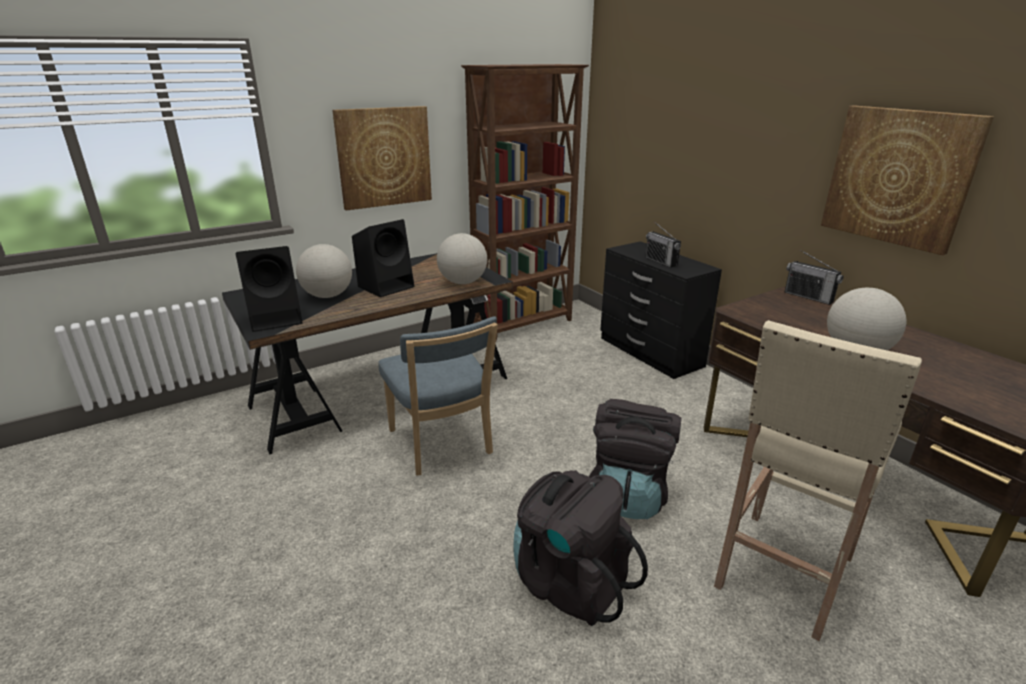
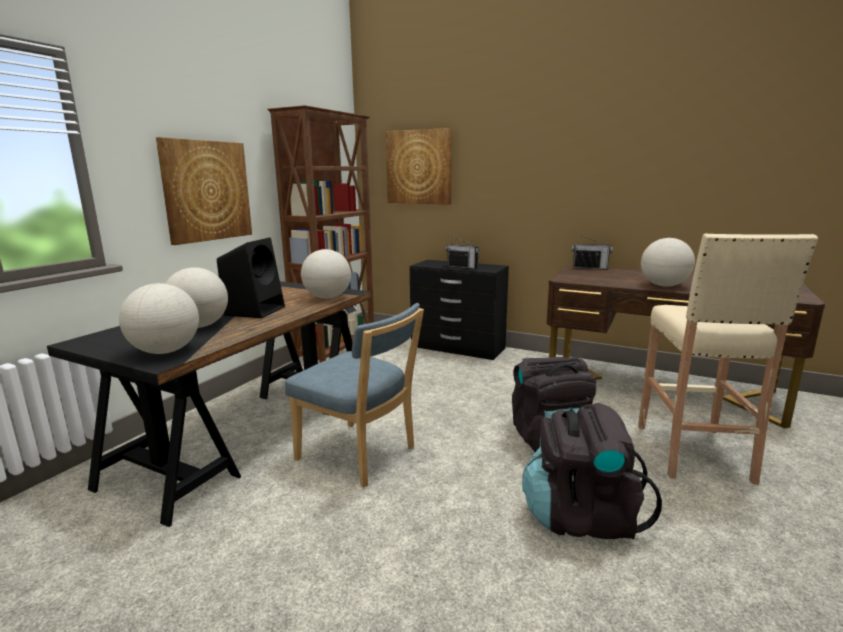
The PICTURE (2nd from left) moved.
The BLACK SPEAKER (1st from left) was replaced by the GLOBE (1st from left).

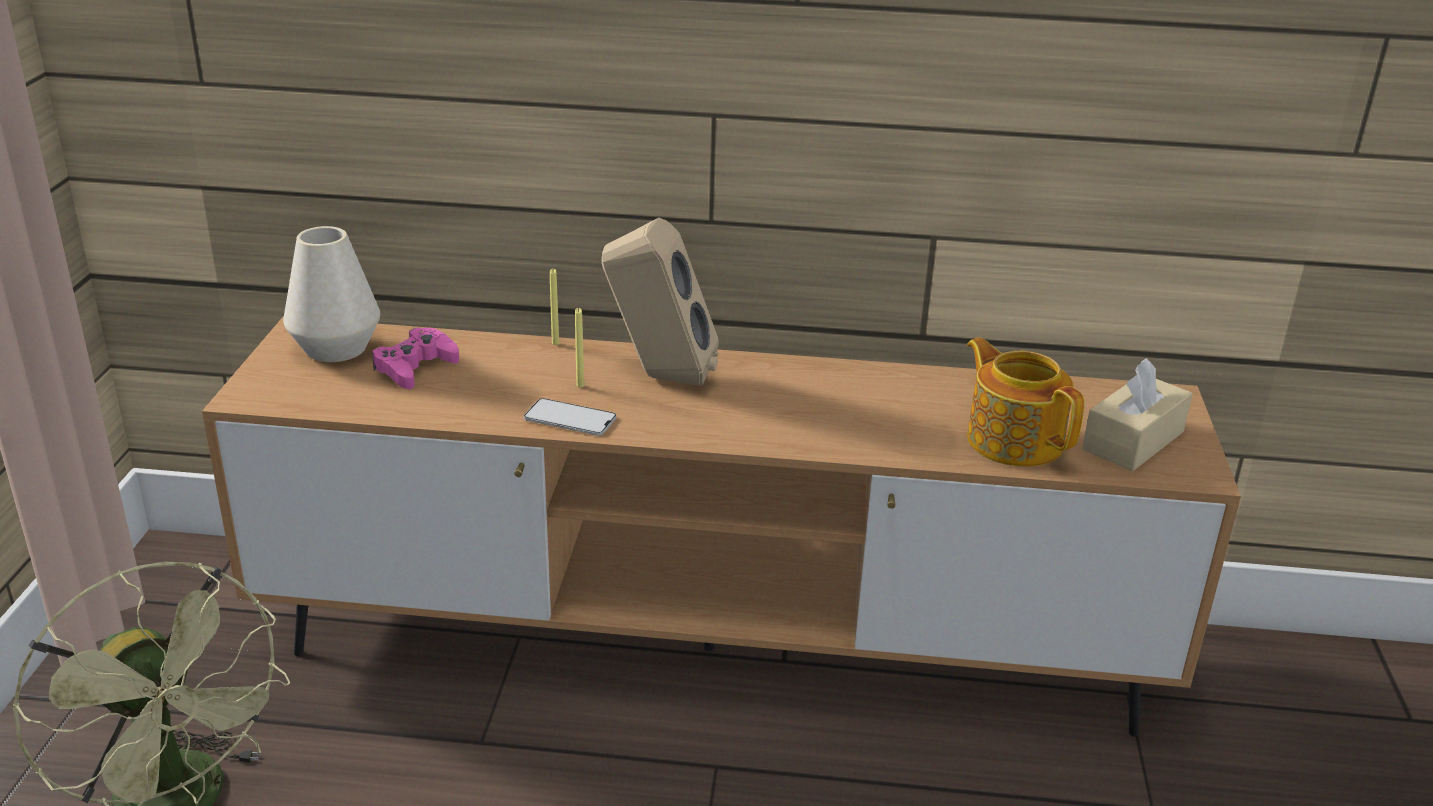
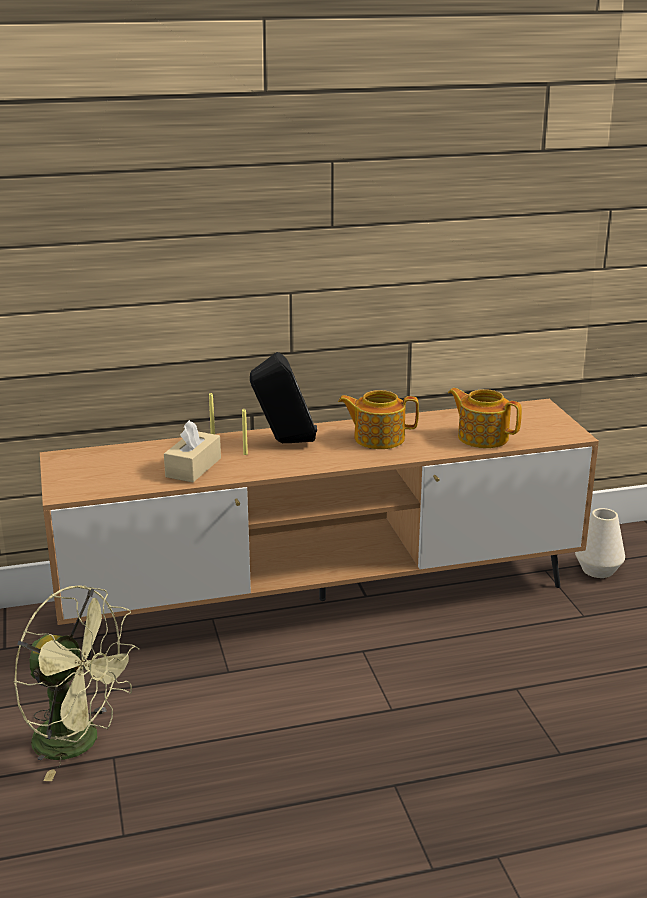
The PINK GAME CONTROLLER disappeared.
The PHONE disappeared.
The TEAPOT (1st from left) appeared.
The WHITE VASE moved.
The BEIGE TISSUE BOX moved.
The BEIGE SPEAKER became the BLACK SPEAKER.

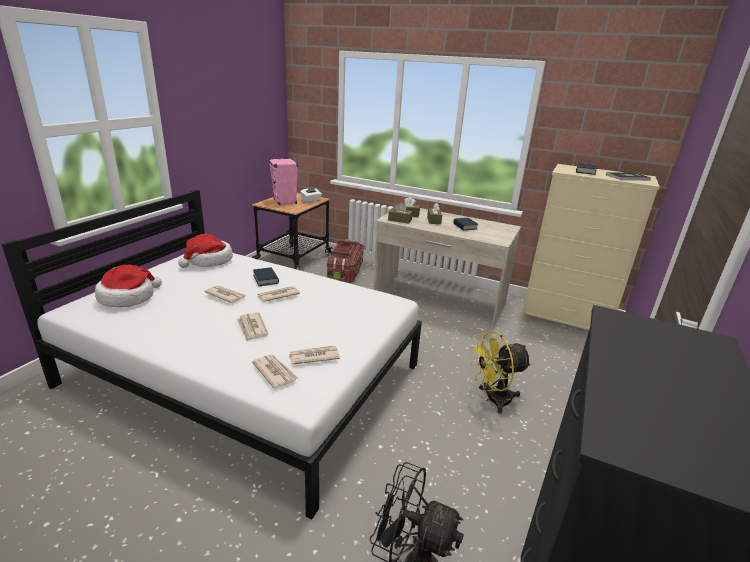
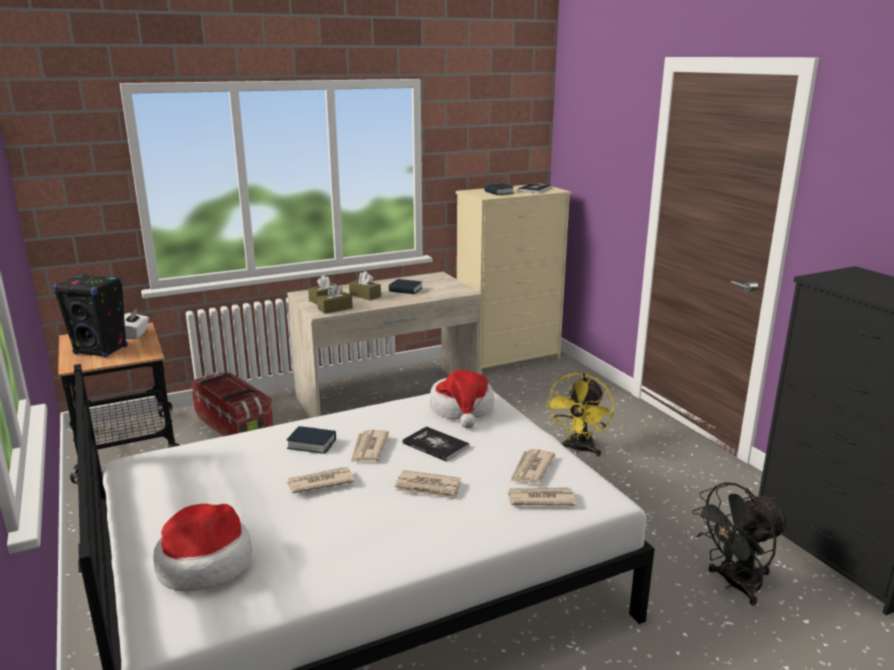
The BOOK (3rd from left) appeared.
The HAT (2nd from left) moved.
The PINK SPEAKER became the BLACK SPEAKER.

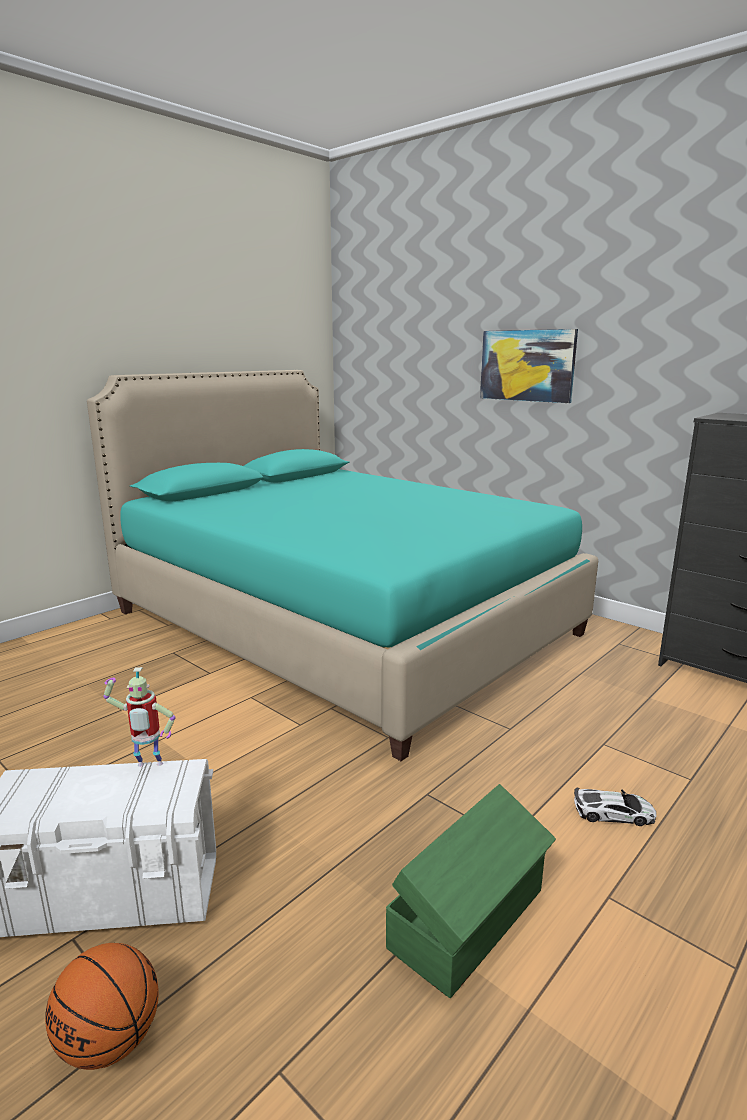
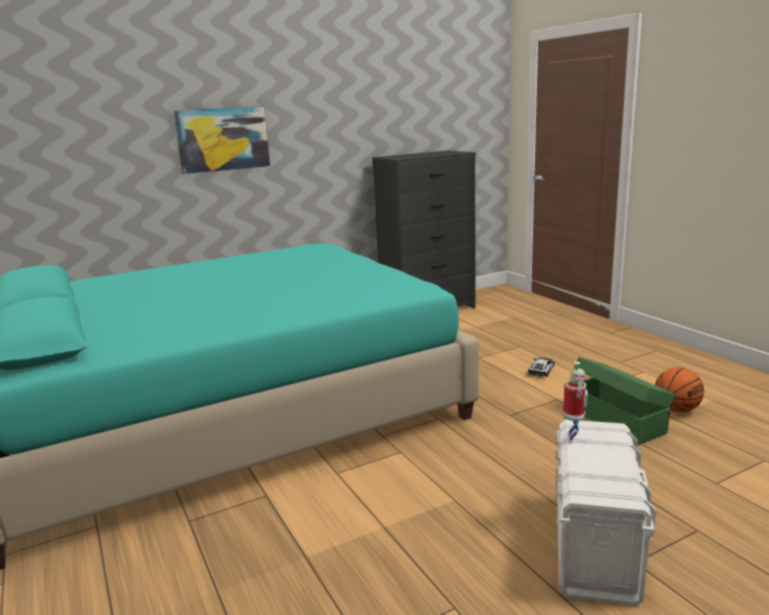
The BASKETBALL moved.

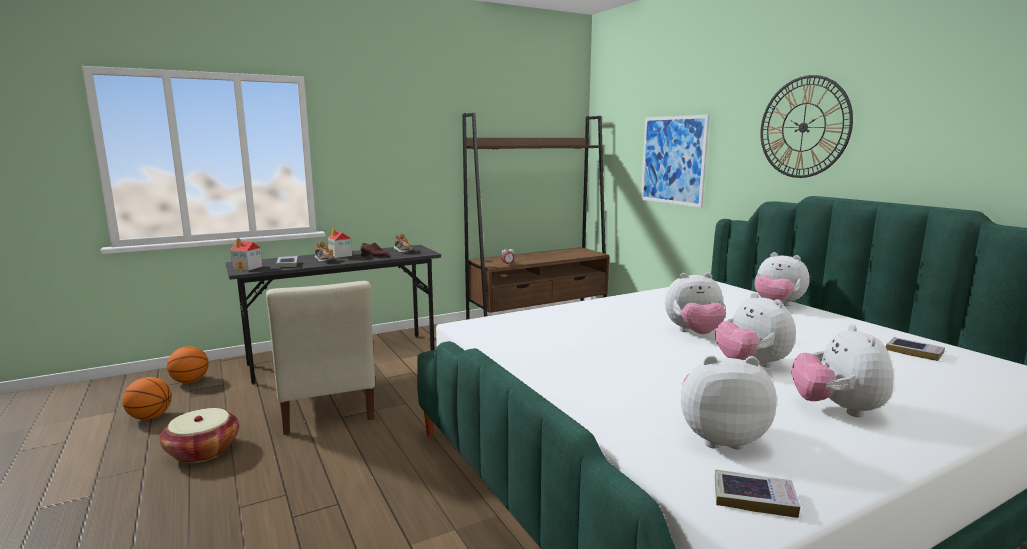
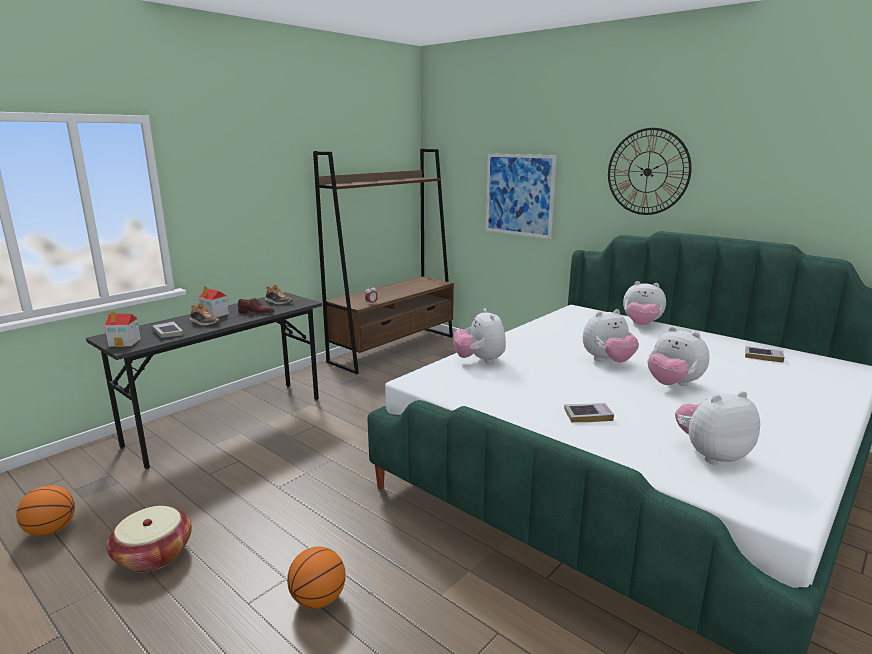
The BEIGE CHAIR disappeared.
The BASKETBALL (2nd from left) moved.
The BOOK (2nd from left) moved.
The PLUSH TOY (5th from left in the first image) moved.

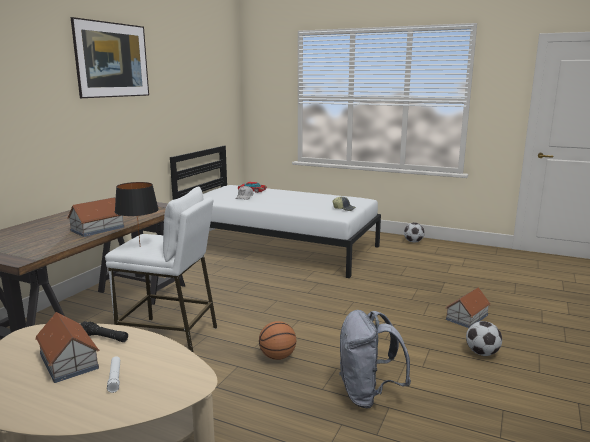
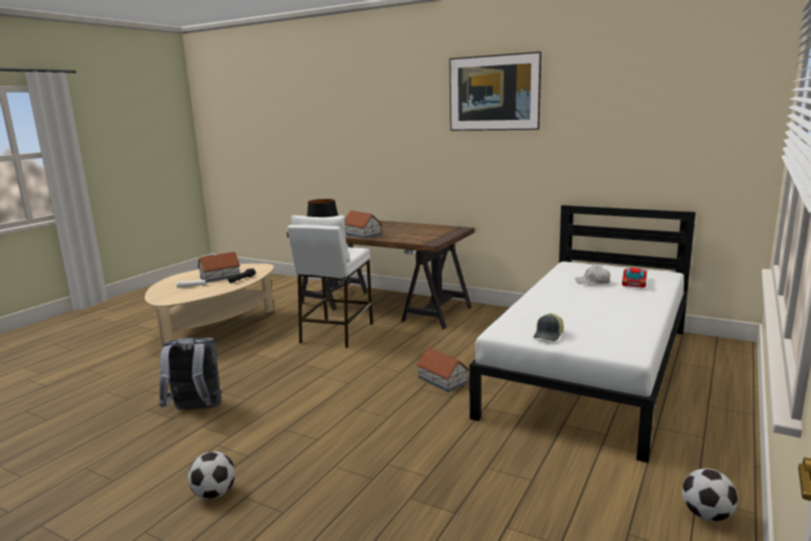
The BASKETBALL disappeared.
The TOY HOUSE (3rd from left) moved.

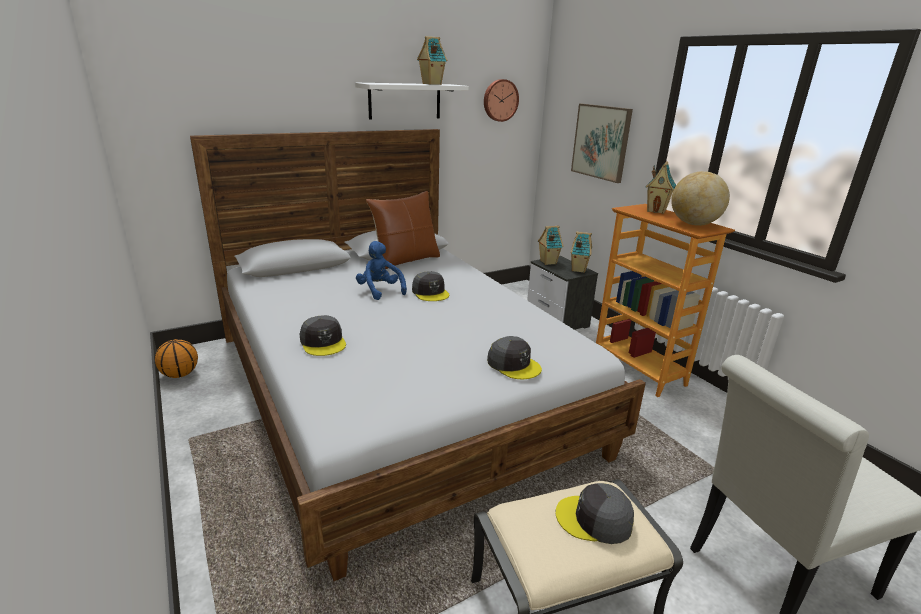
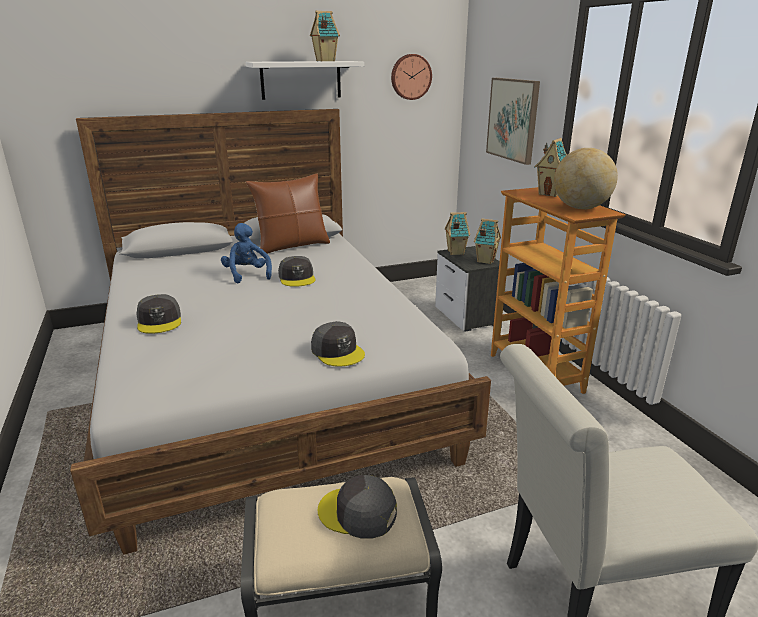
The BASKETBALL disappeared.

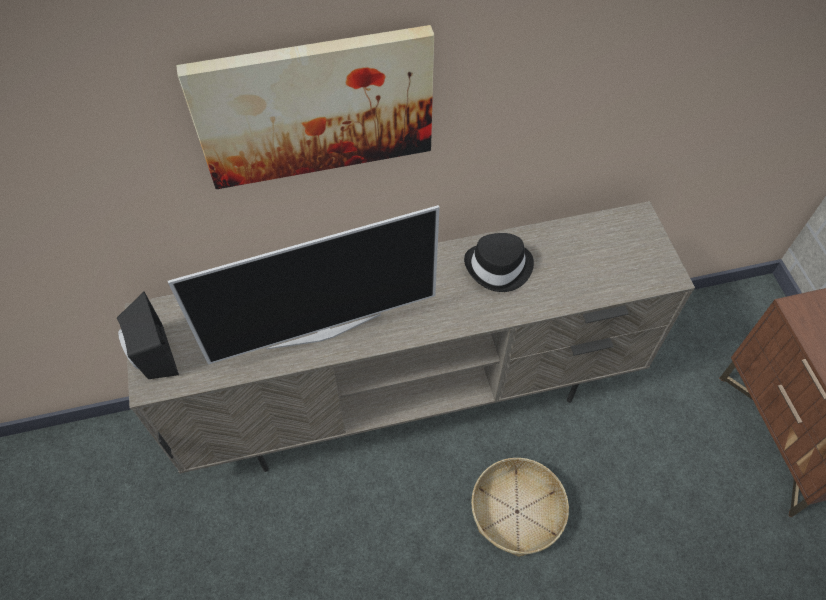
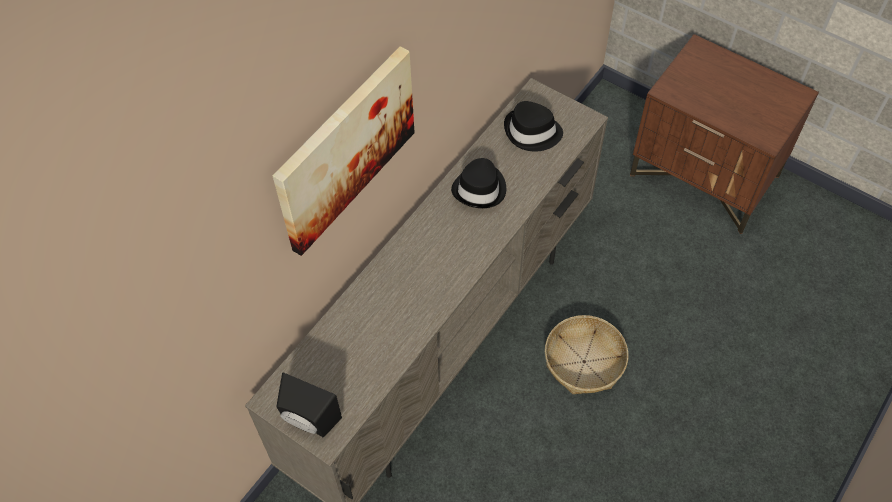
The TELEVISION disappeared.
The BLACK HAT (2nd from left) appeared.

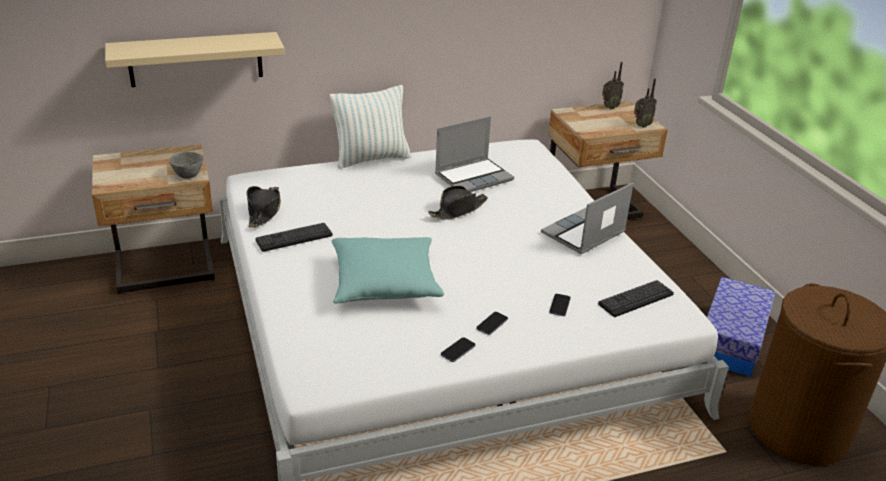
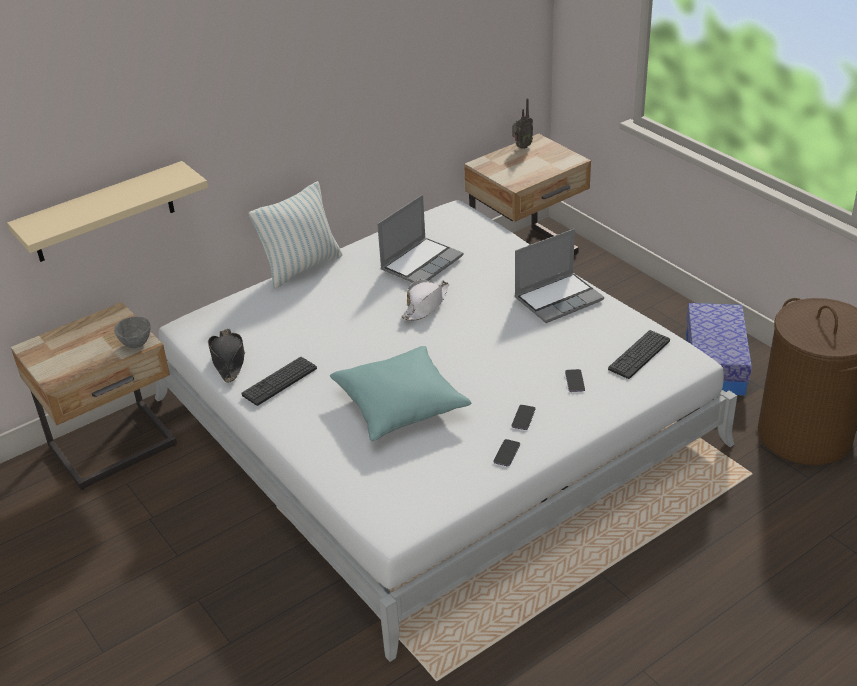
The RADIO (2nd from left) disappeared.
The BLACK HAT (2nd from left) became the WHITE HAT.
The LAPTOP (2nd from left) turned 150 degrees counterclockwise.

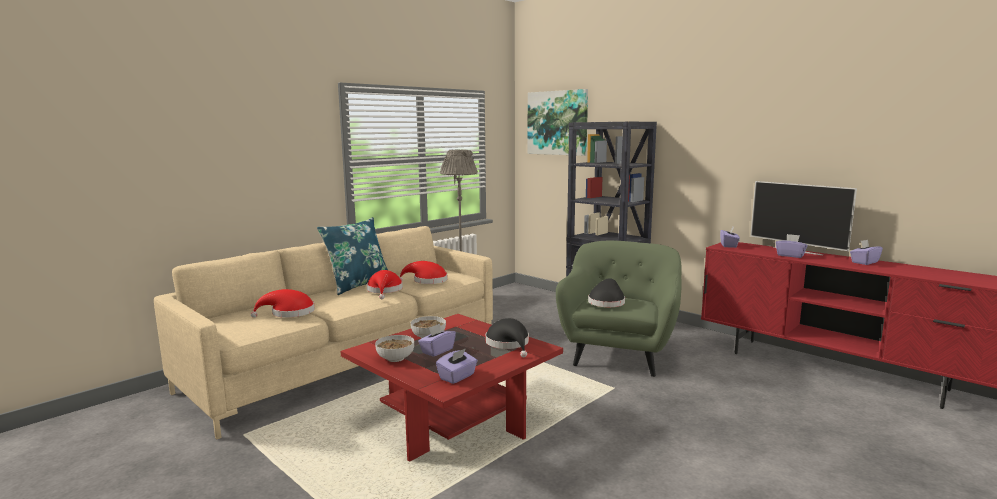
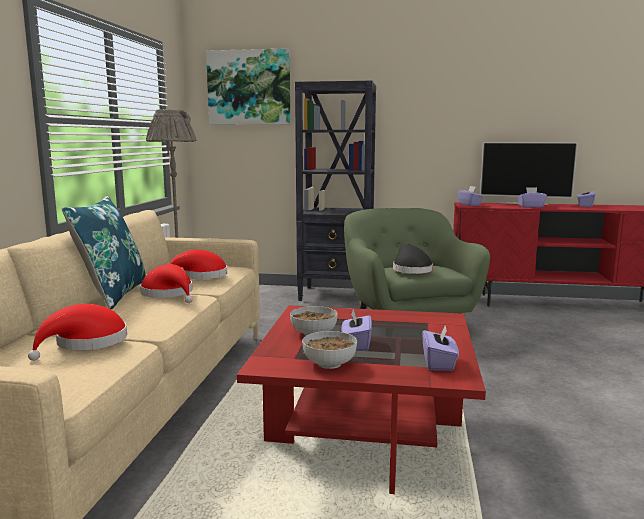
The BLACK HAT (1st from left) disappeared.

